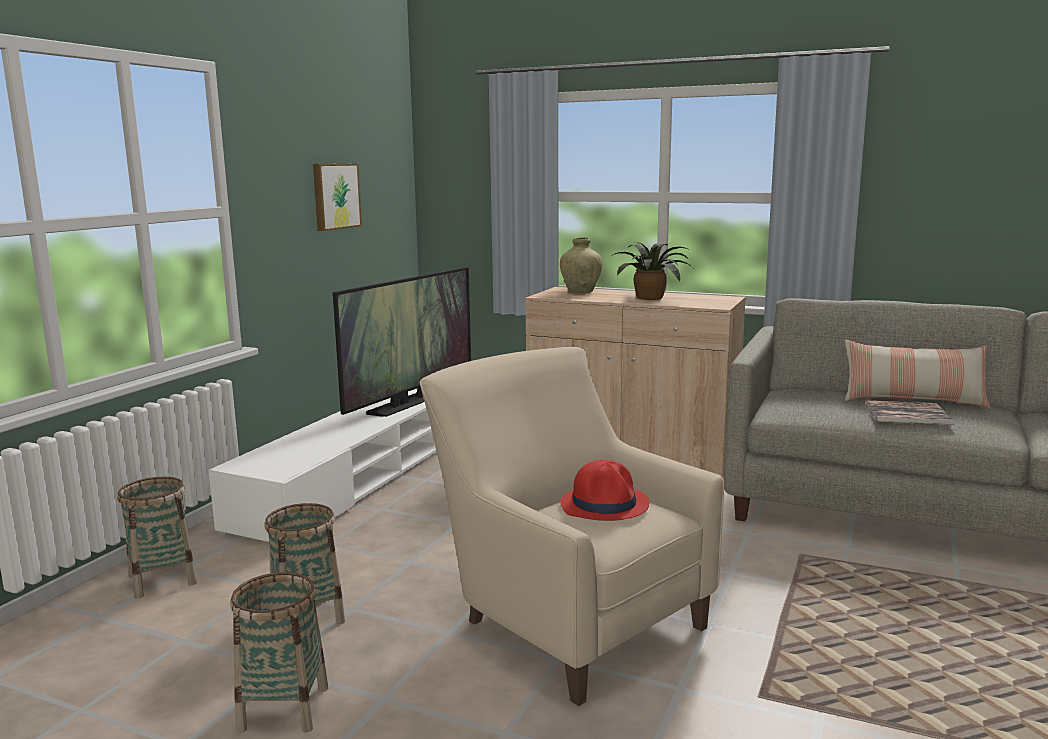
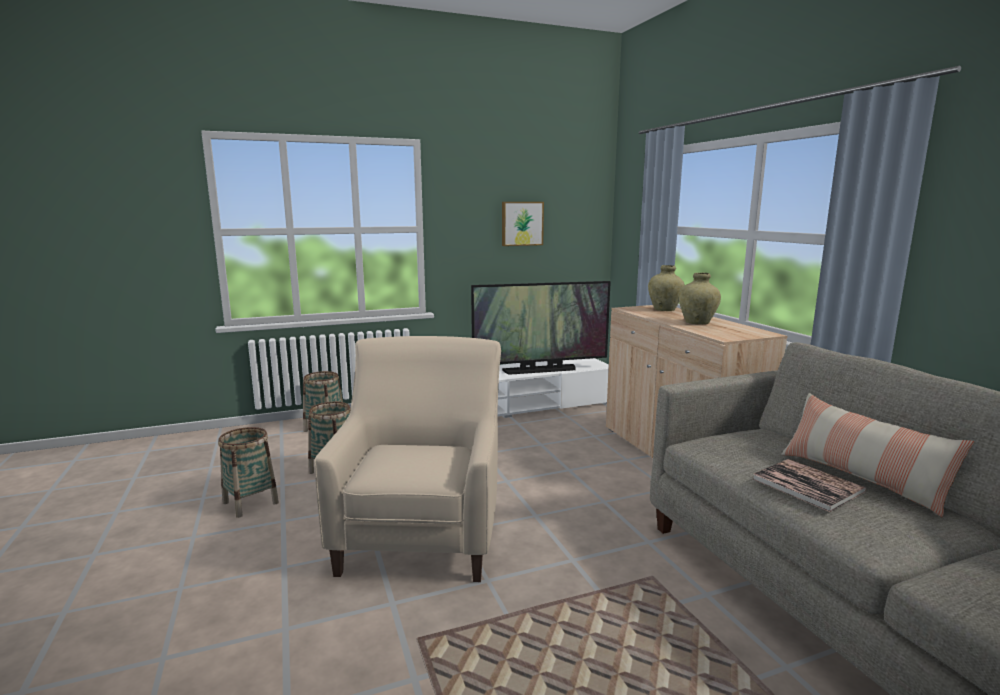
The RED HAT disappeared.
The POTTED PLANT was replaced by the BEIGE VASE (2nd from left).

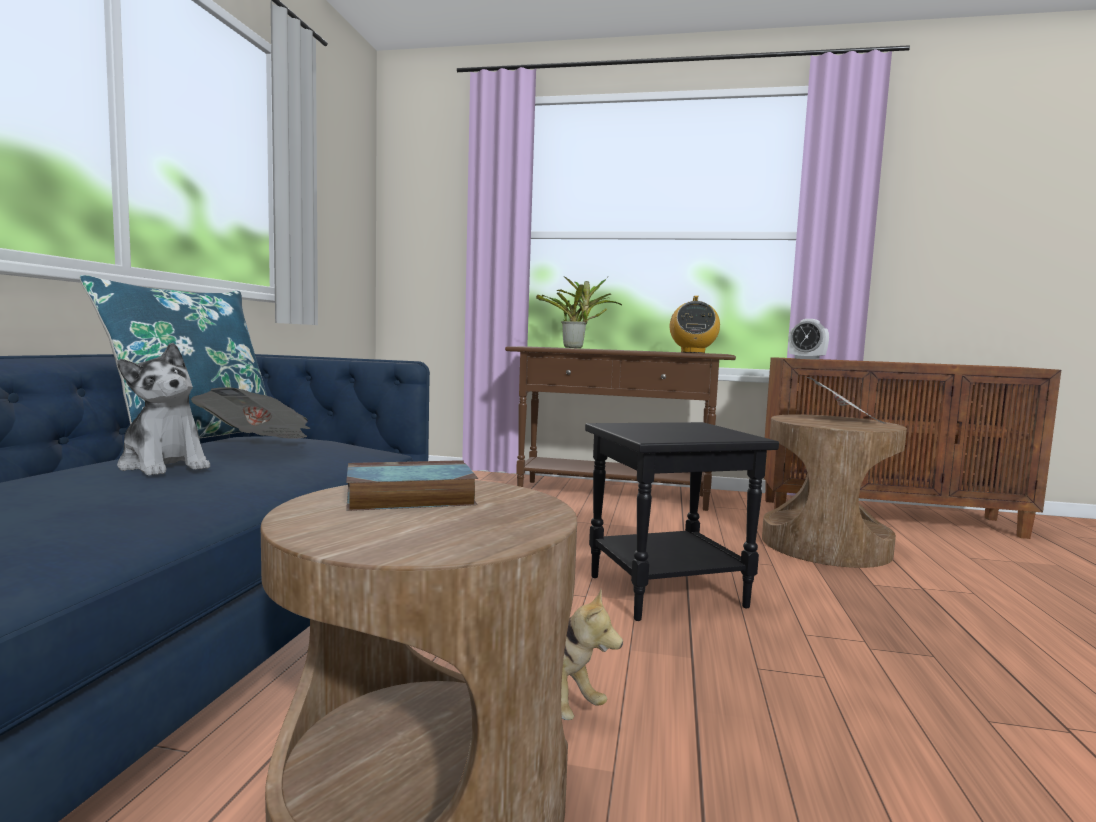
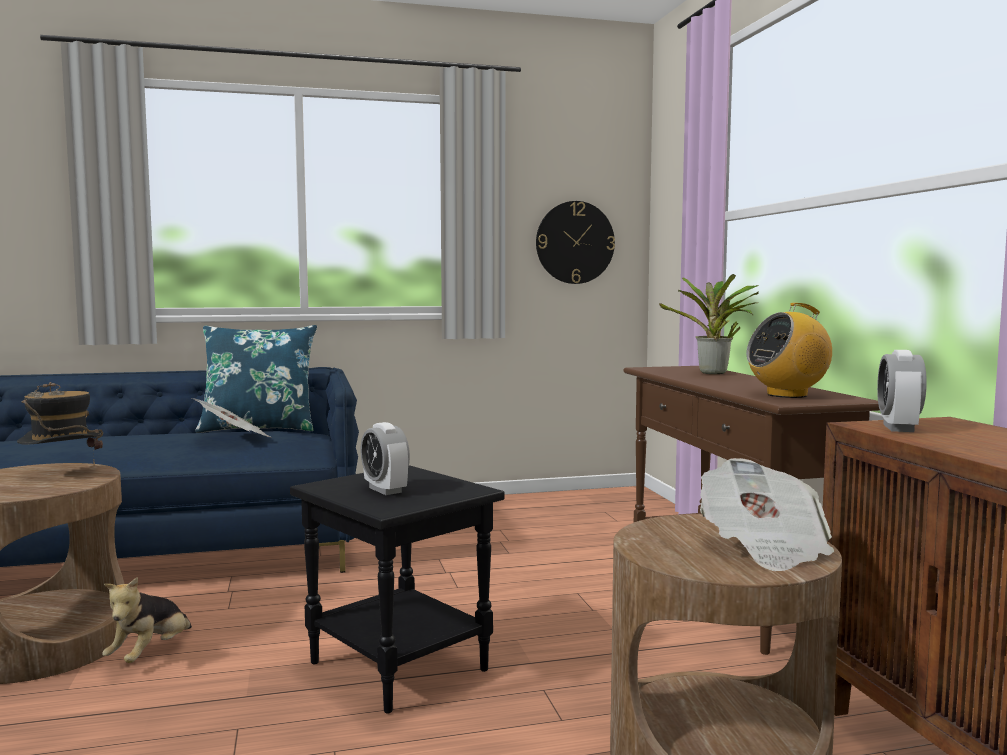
The PLUSH TOY (1st from left) disappeared.
The ALARM CLOCK (1st from left) appeared.
The WALL CLOCK appeared.
The BOOK was replaced by the HAT.

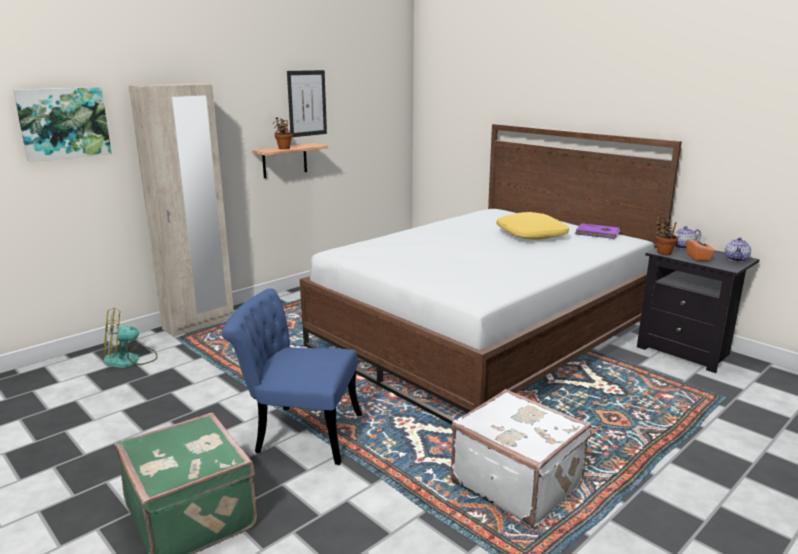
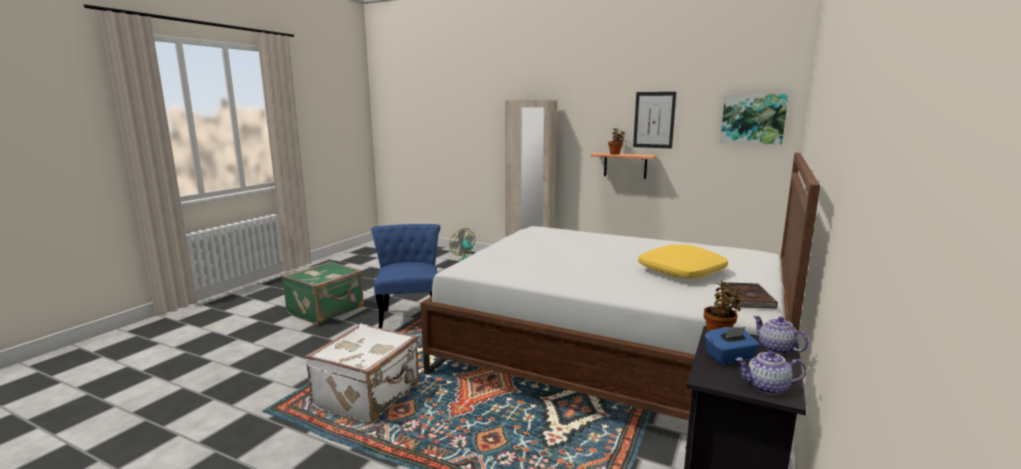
The PICTURE (1st from left in the first image) moved.
The PURPLE BOOK became the BROWN BOOK.
The ORANGE TISSUE BOX became the BLUE TISSUE BOX.

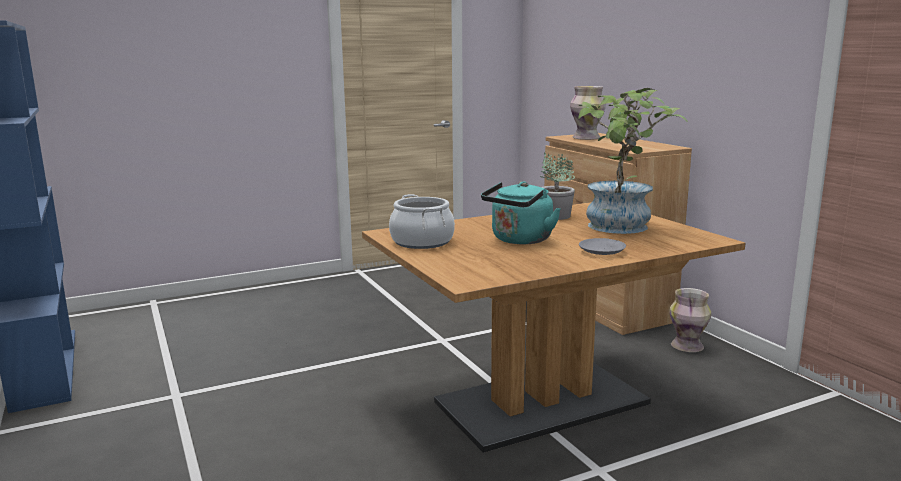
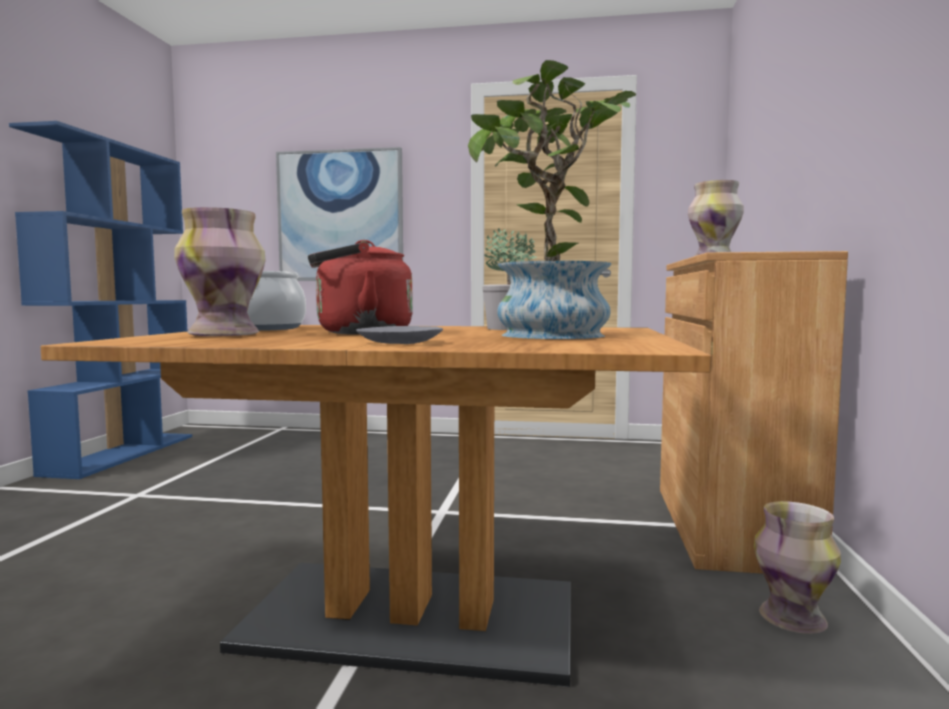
The VASE (1st from left) appeared.
The PICTURE appeared.
The TURQUOISE KETTLE became the RED KETTLE.

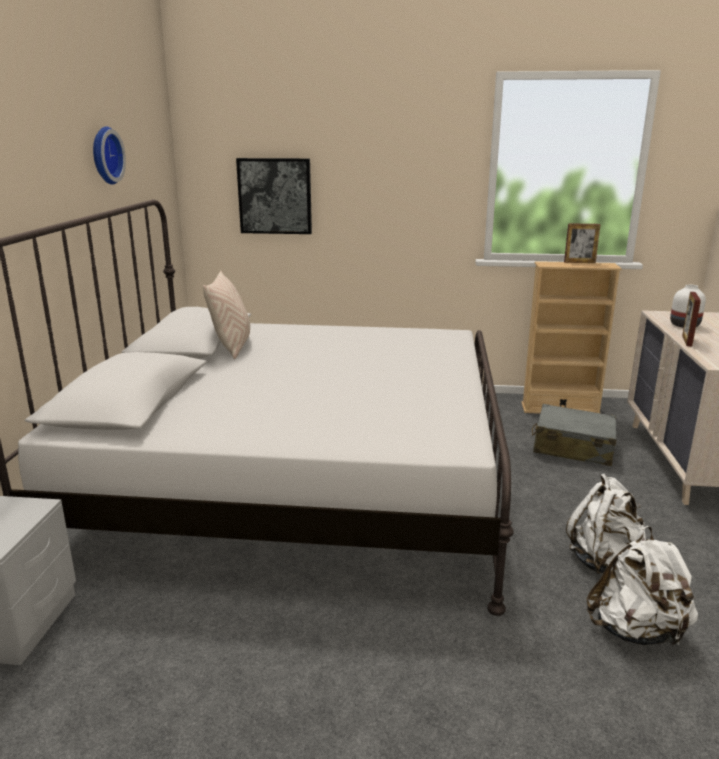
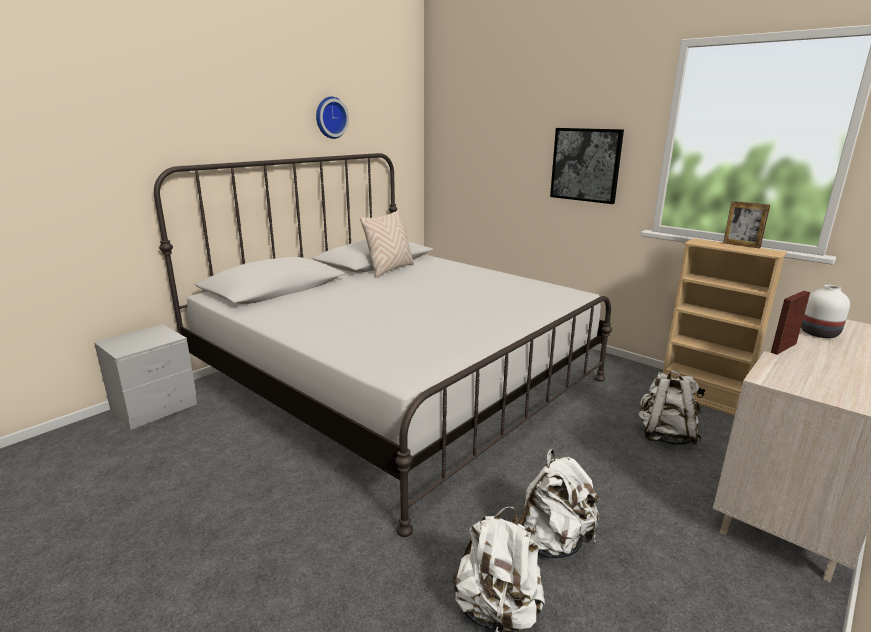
The PICTURE moved.
The GREY SUITCASE was replaced by the WHITE BACKPACK (3rd from left).

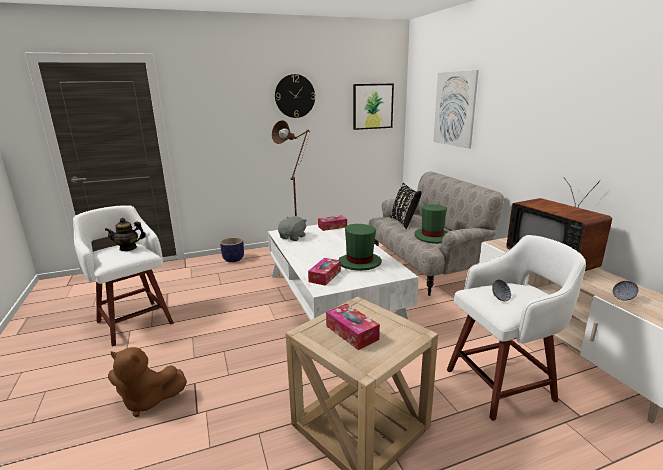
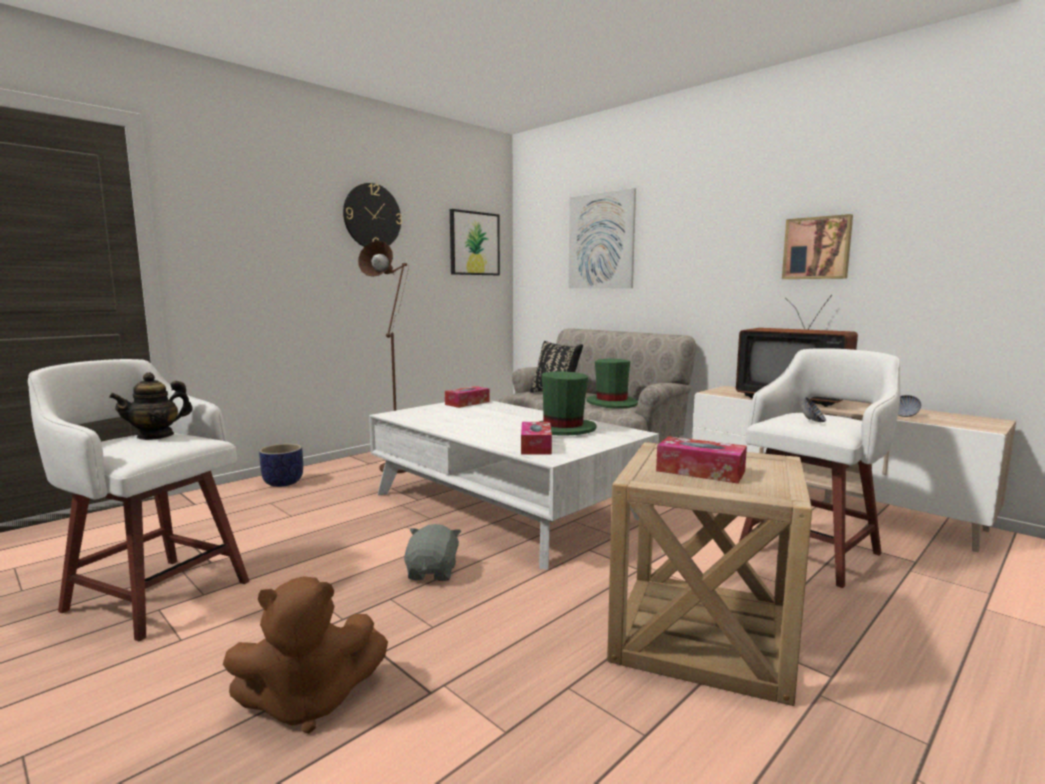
The PICTURE (3rd from left) appeared.
The GREY PLUSH TOY moved.

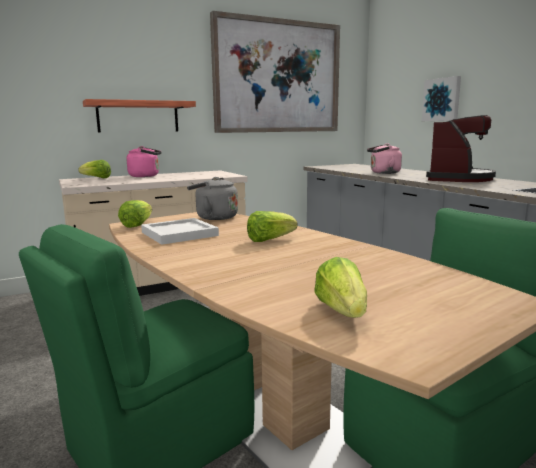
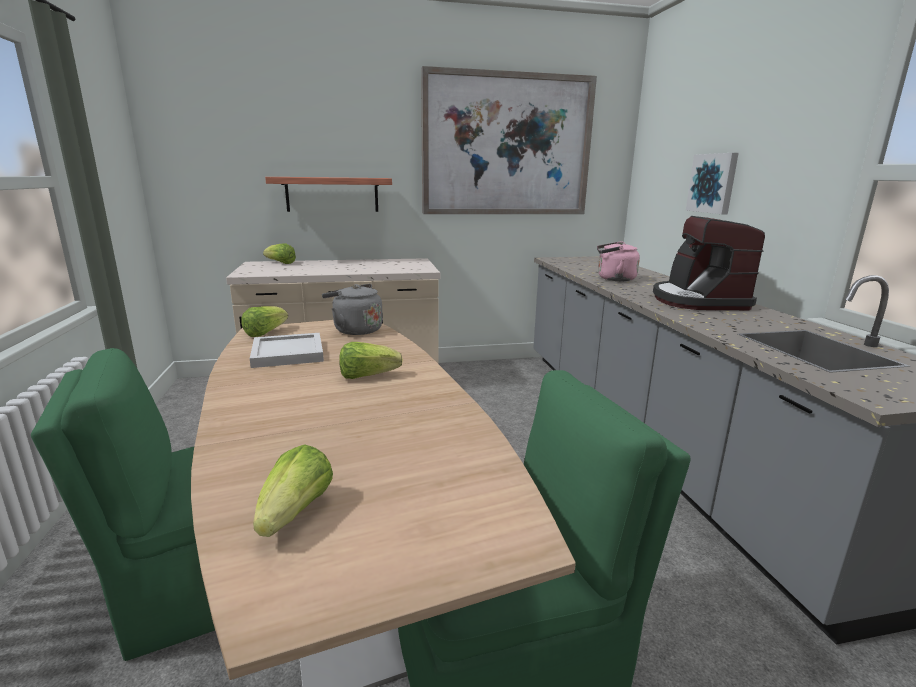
The PINK KETTLE (1st from left) disappeared.
The COFFEE MACHINE turned 135 degrees clockwise.

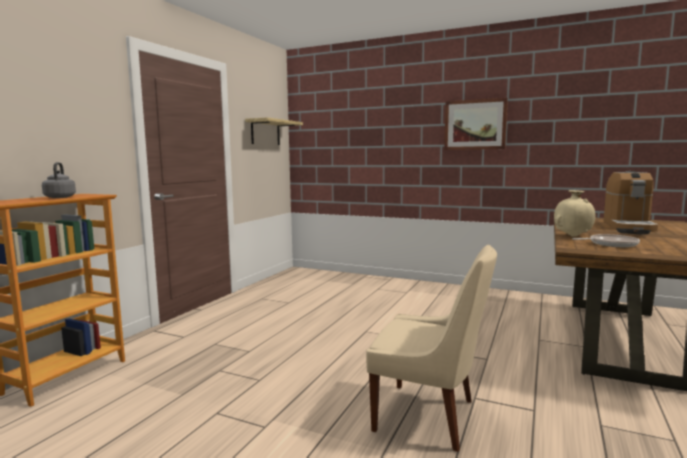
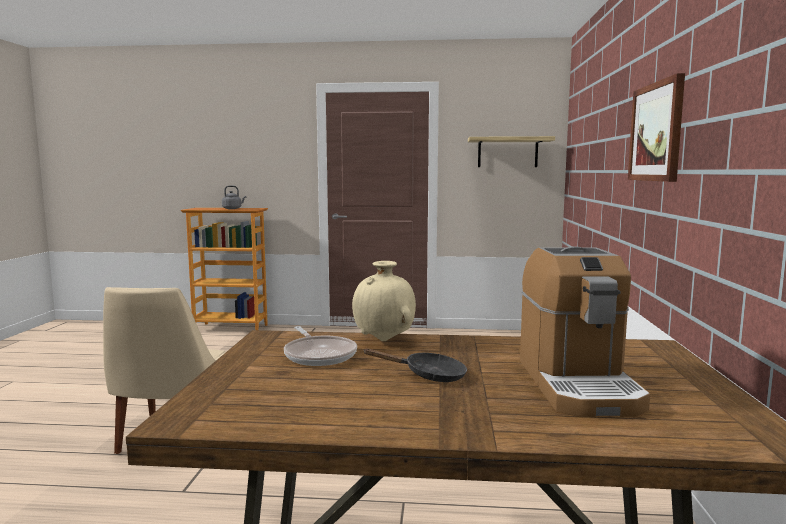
The COFFEE MACHINE turned 90 degrees counterclockwise.

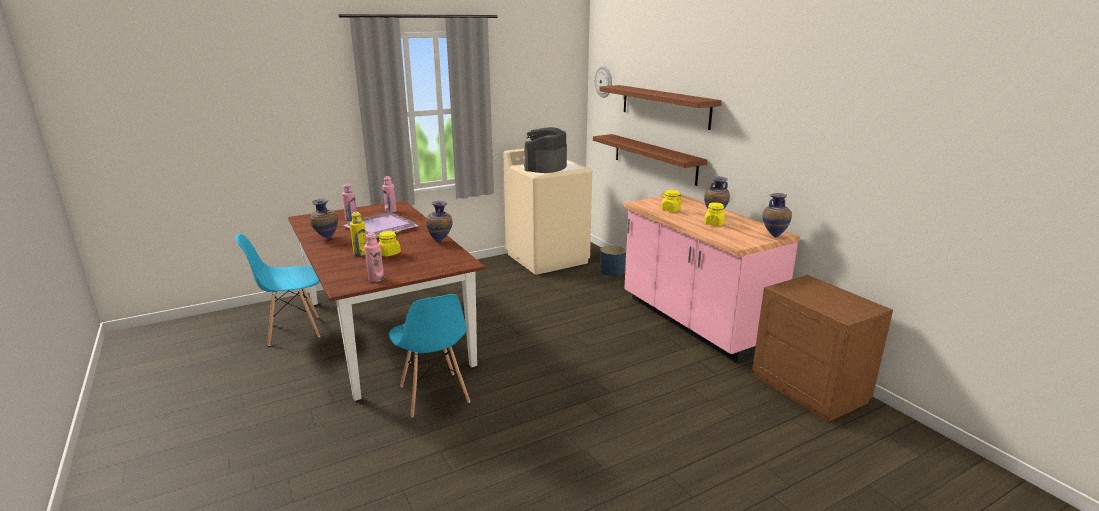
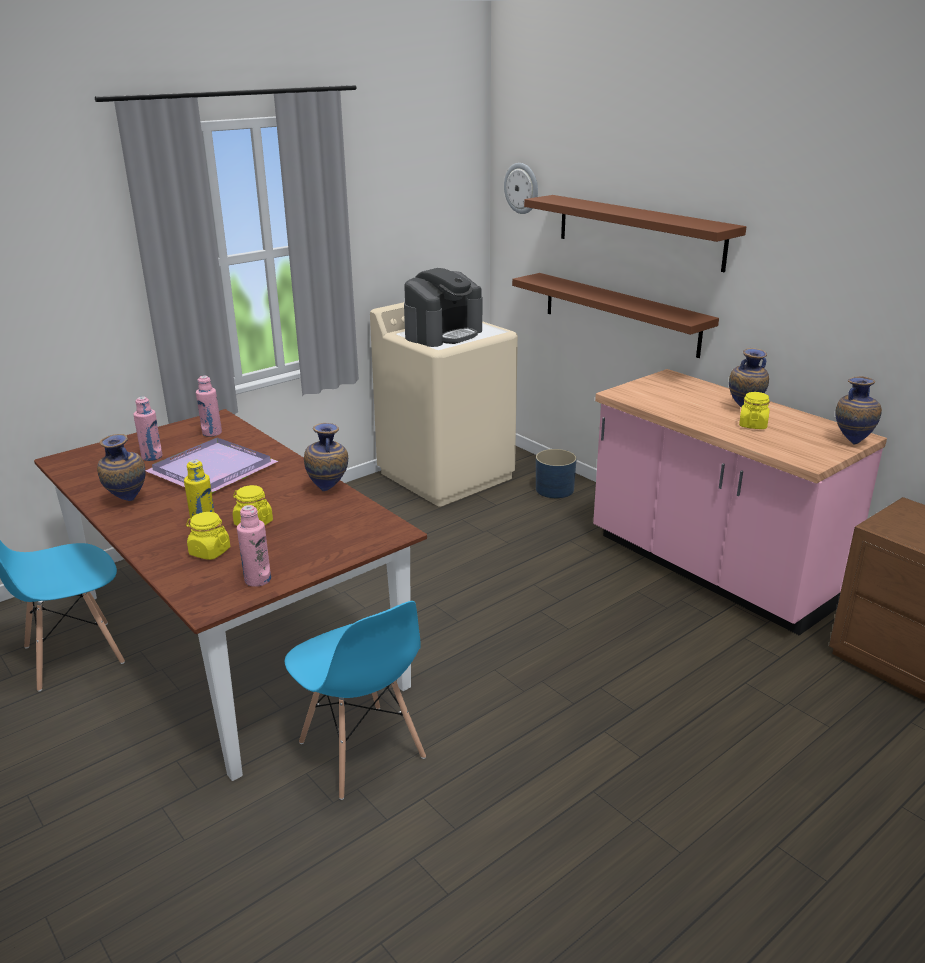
The YELLOW JAR (2nd from left in the first image) moved.
The COFFEE MACHINE turned 150 degrees counterclockwise.

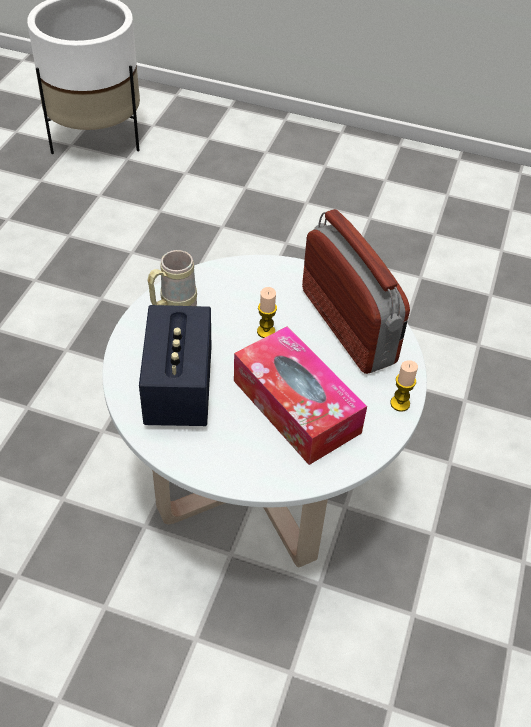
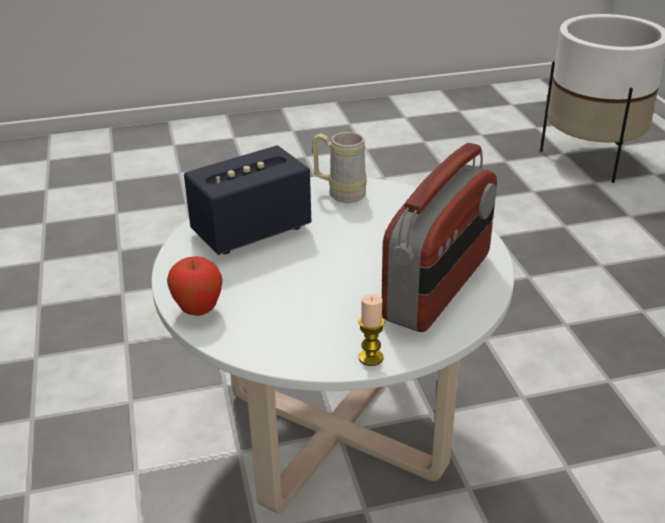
The TISSUE BOX disappeared.
The CANDLE (1st from left) disappeared.
The APPLE appeared.

